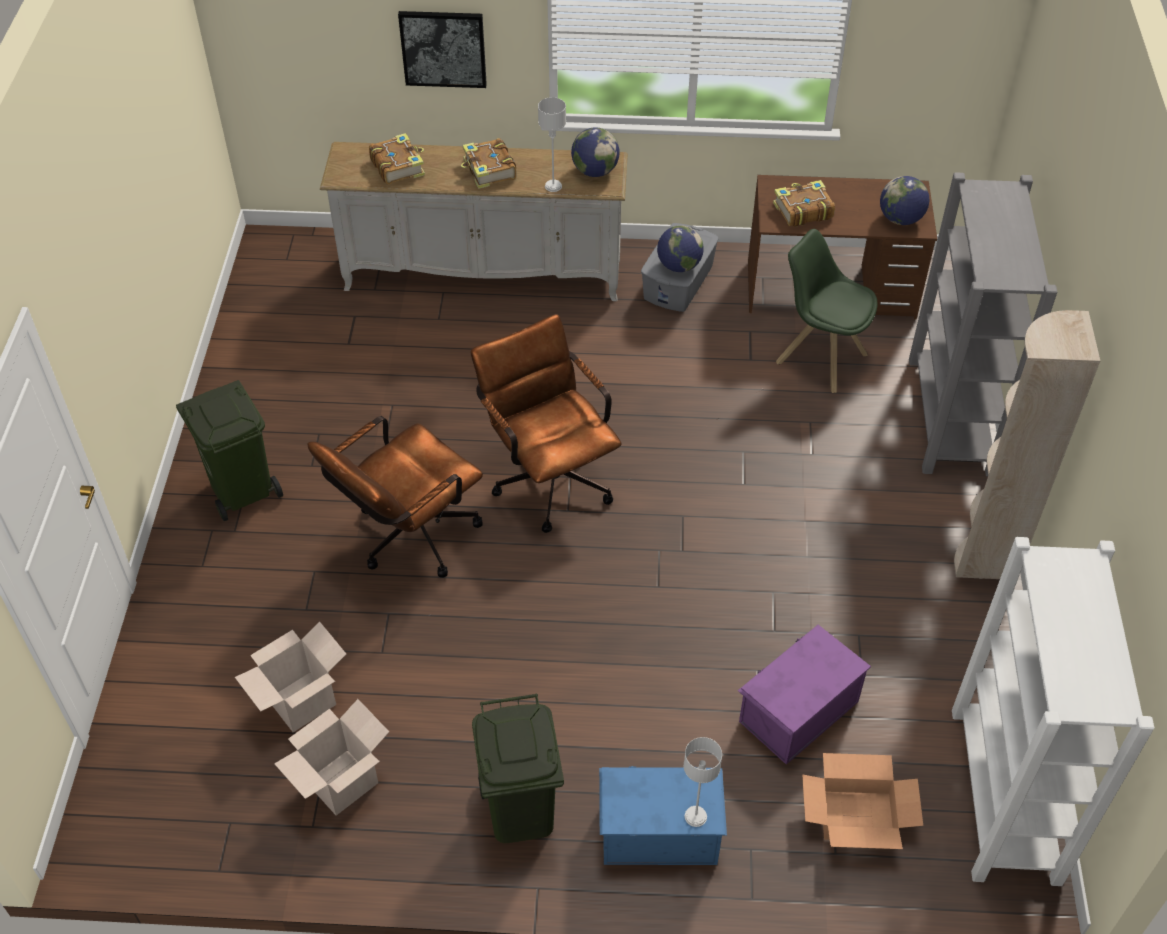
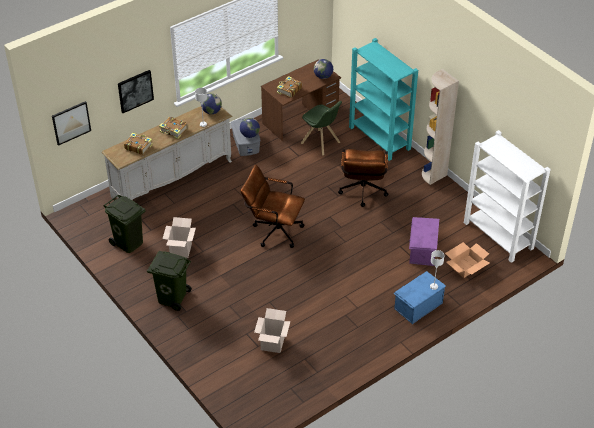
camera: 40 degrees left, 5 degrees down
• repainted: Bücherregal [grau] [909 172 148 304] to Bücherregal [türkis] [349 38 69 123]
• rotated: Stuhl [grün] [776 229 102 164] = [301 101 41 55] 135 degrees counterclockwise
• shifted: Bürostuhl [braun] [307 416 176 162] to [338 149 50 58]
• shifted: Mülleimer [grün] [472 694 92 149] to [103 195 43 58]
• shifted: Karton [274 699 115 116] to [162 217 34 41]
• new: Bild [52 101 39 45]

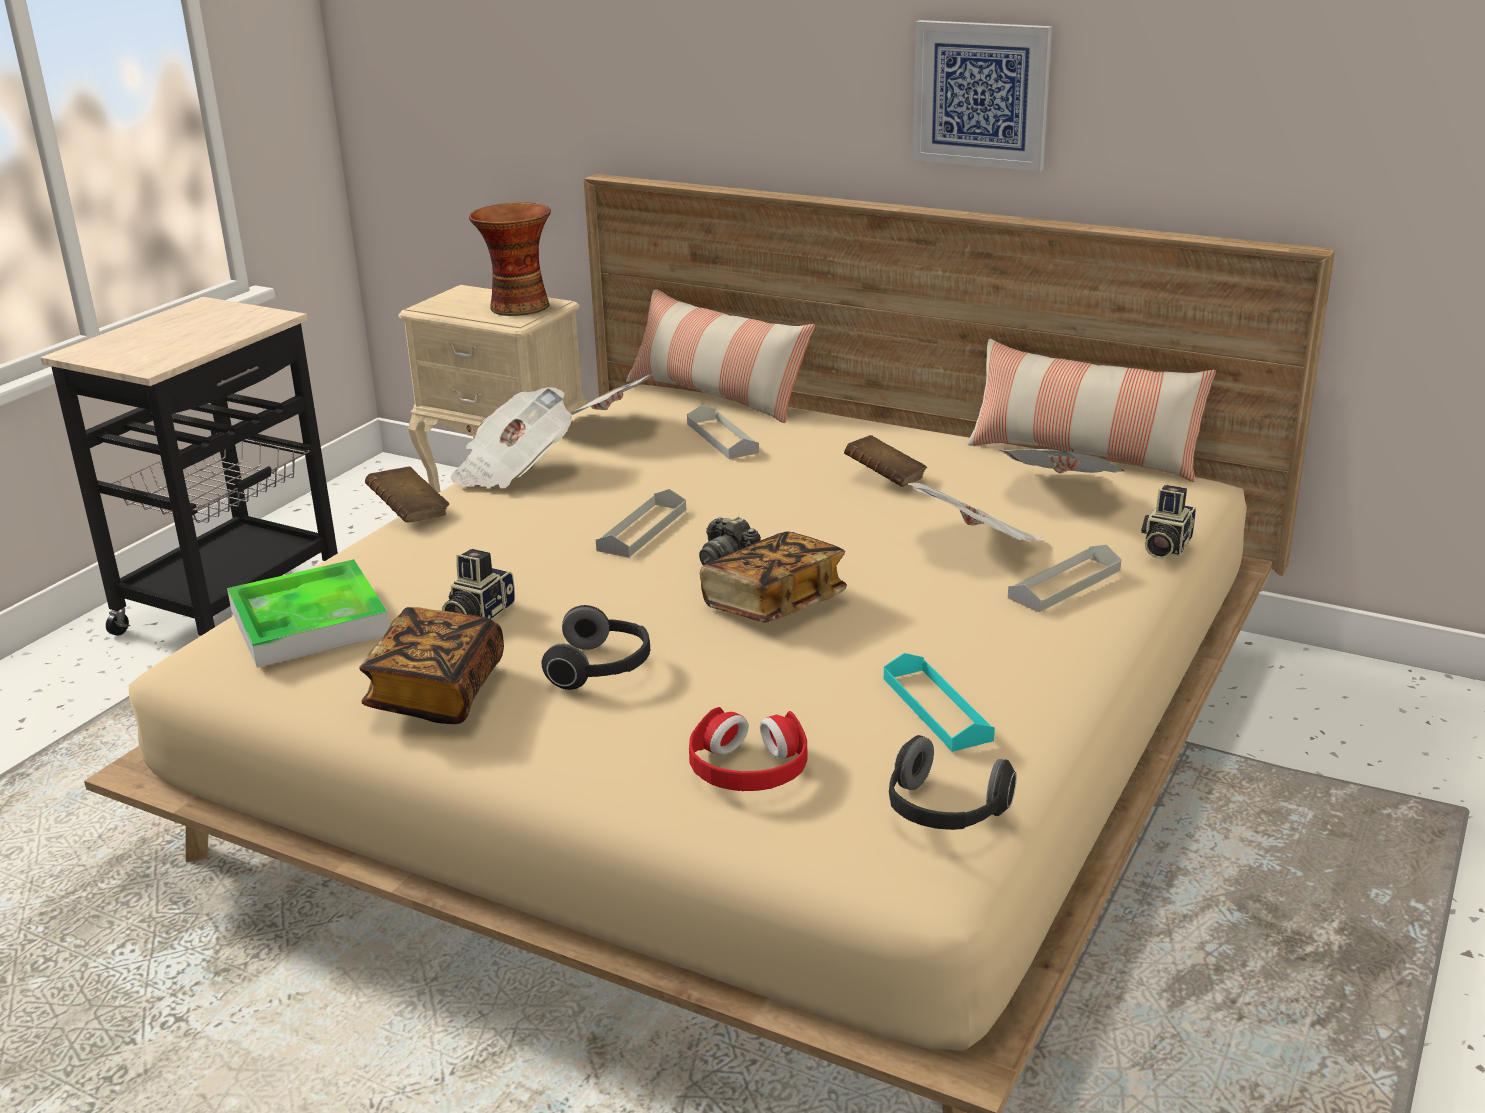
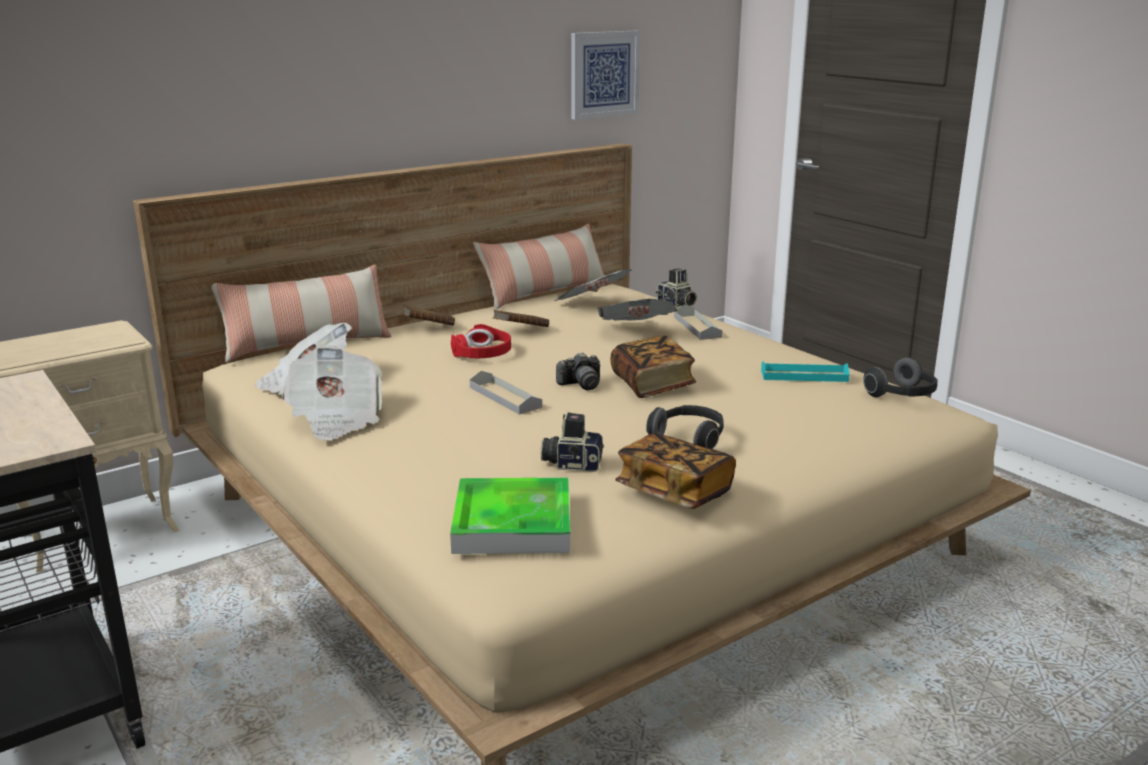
camera: 65 degrees left, 5 degrees down
• shifted: Bild [913 20 139 151] to [571 31 69 89]
• gone: Vase [469 202 82 114]
• gone: Tablett [grau] [687 405 72 54]
• shifted: Buch [braun] [365 466 84 56] to [402 306 53 20]
• rotated: Kamera [442 549 73 71] = [541 411 63 61] 135 degrees clockwise
• shifted: Kopfhörer [rot] [689 707 118 84] to [451 324 60 35]

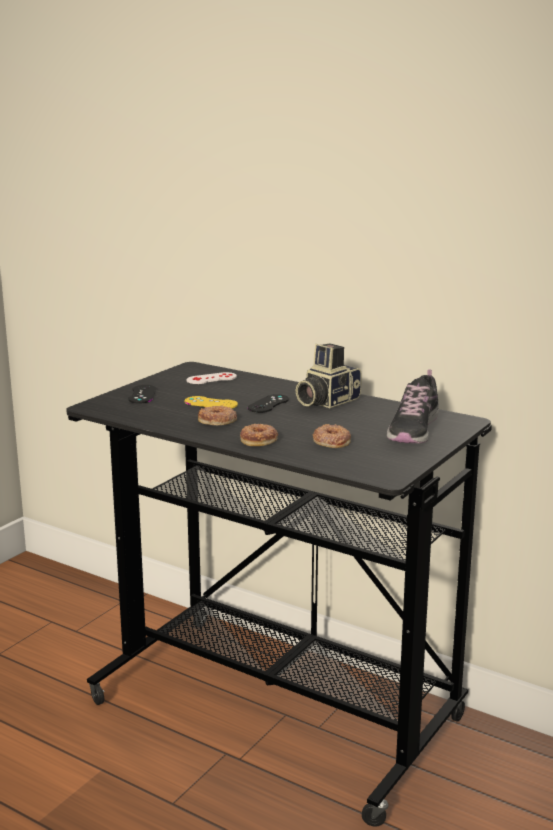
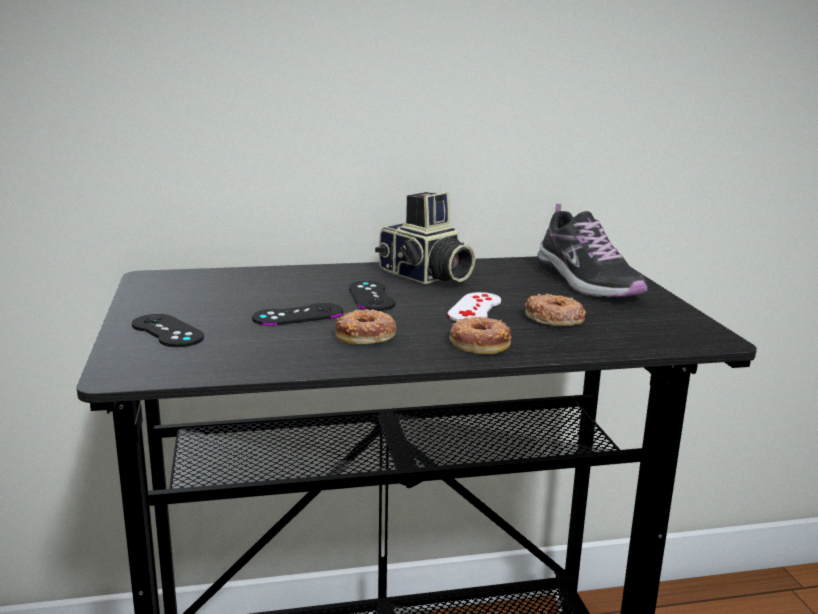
camera: 45 degrees left, 0 degrees up
• rotated: Kamera [296 344 65 64] = [375 192 101 92] 45 degrees counterclockwise
• shifted: Gamepad [weiß] [187 372 50 12] to [447 292 54 29]
• repainted: Gamepad [gelb] [185 396 53 13] to Gamepad [schwarz] [252 303 91 23]

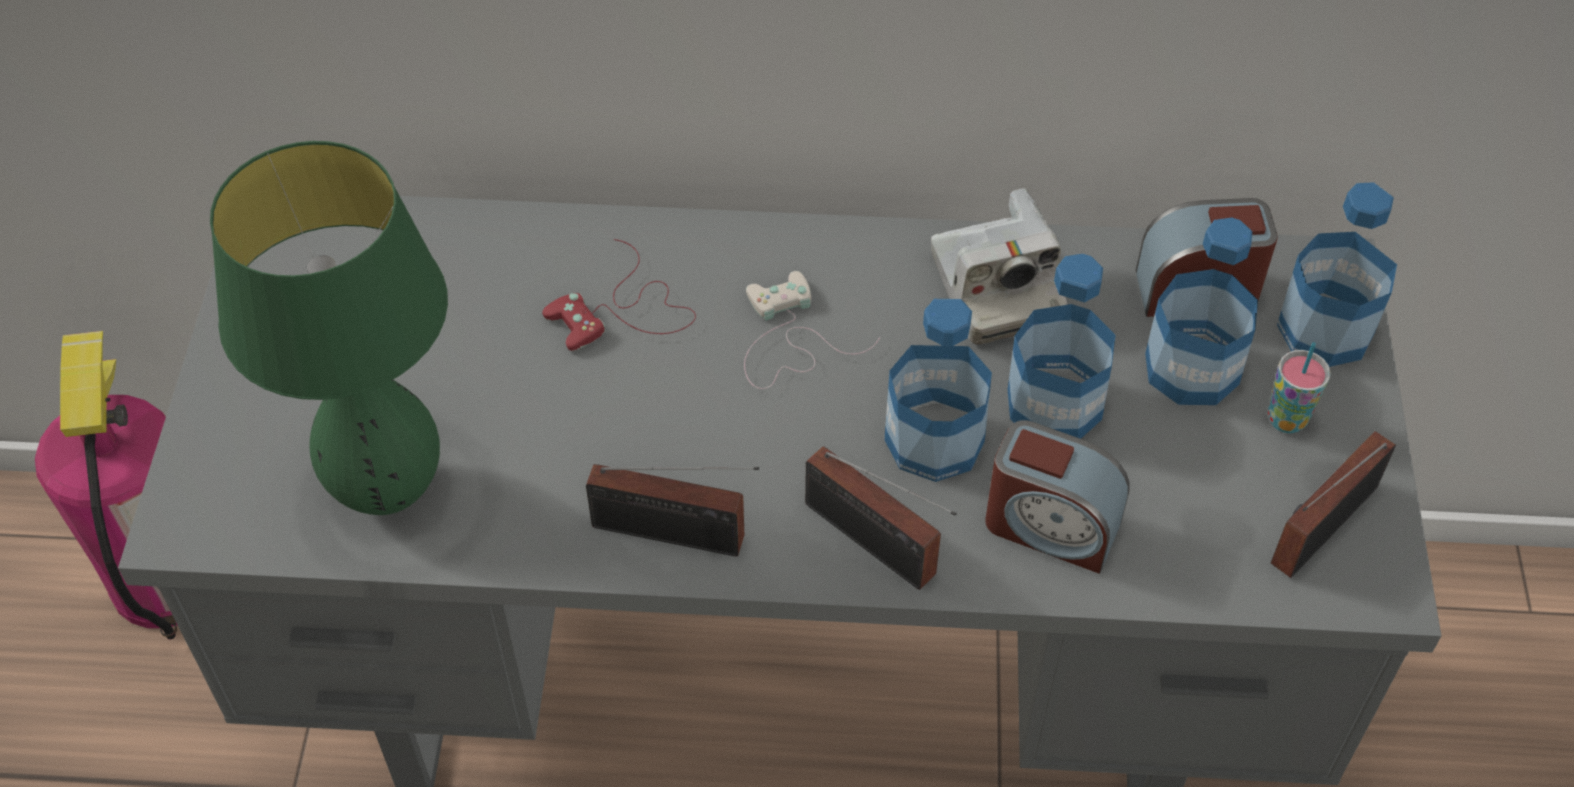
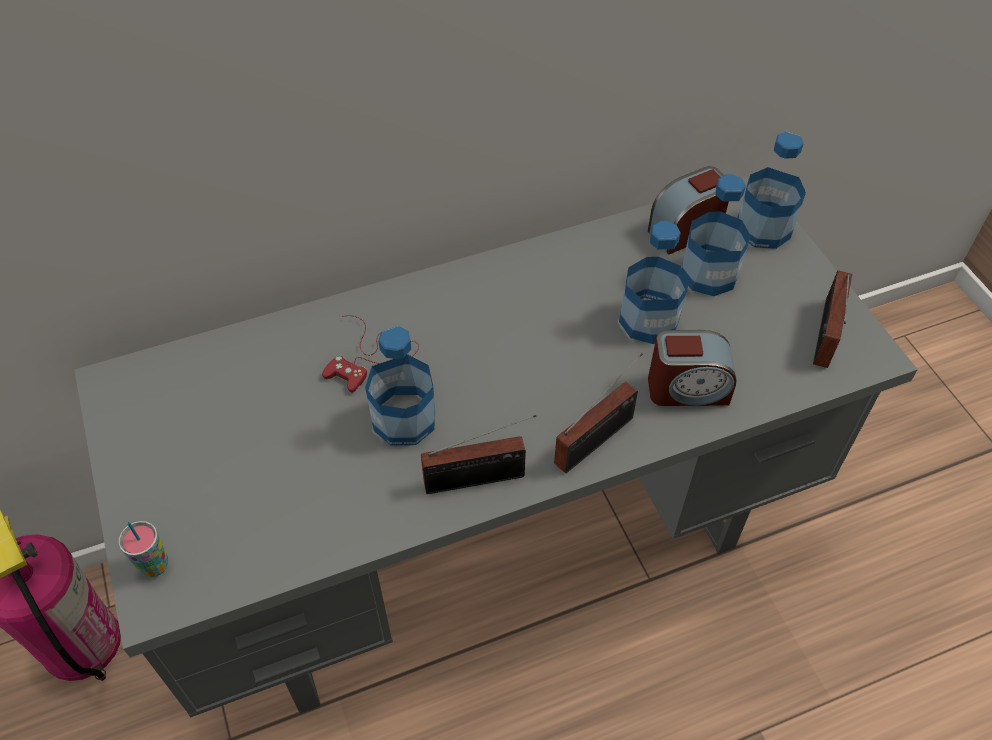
camera: 25 degrees left, 0 degrees up
• gone: Tischlampe [grün] [210 141 238 374]
• gone: Kamera [931 188 136 157]
• gone: Gamepad [weiß] [744 271 136 118]
• shifted: Flasche [884 299 108 183] to [365 326 70 119]
• shifted: Tasse [1268 342 63 91] to [119 521 50 56]
• rotated: Radio [805 446 152 144] = [554 353 89 121] 60 degrees counterclockwise

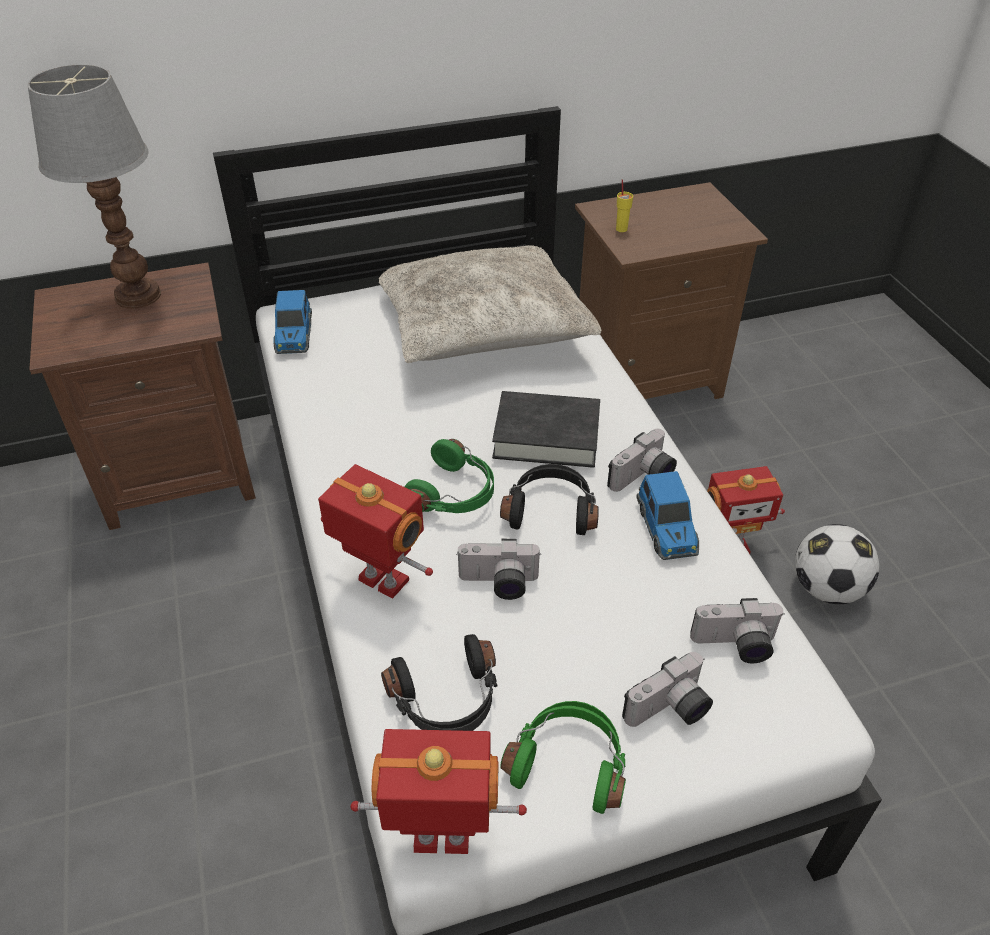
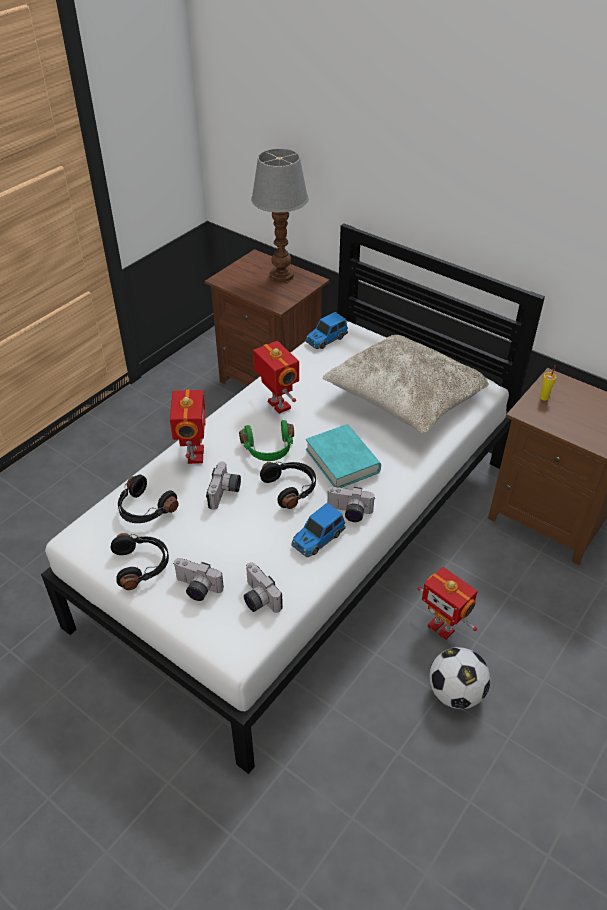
camera: 55 degrees right, 0 degrees up
• repainted: Buch [schwarz] [492 391 108 77] to Buch [türkis] [306 424 75 64]
• rotated: Kamera [456 539 84 61] = [206 461 35 49] 135 degrees counterclockwise
• repainted: Kopfhörer [grün] [500 701 126 113] to Kopfhörer [schwarz] [111 533 58 57]
• shifted: Spielzeugroboter [350 729 177 125] to [253 341 46 73]

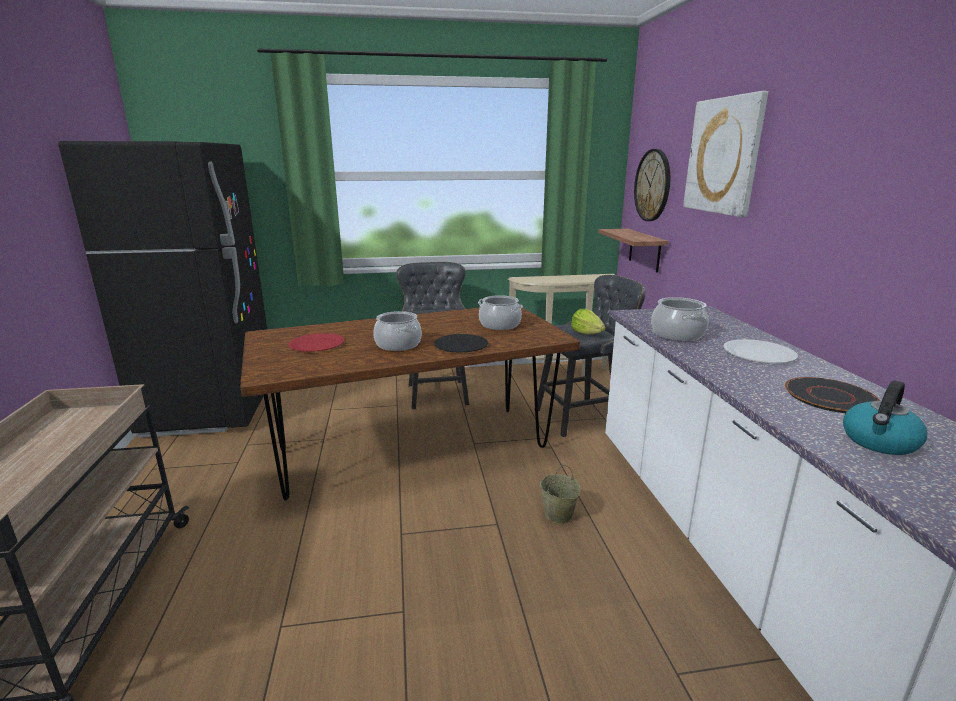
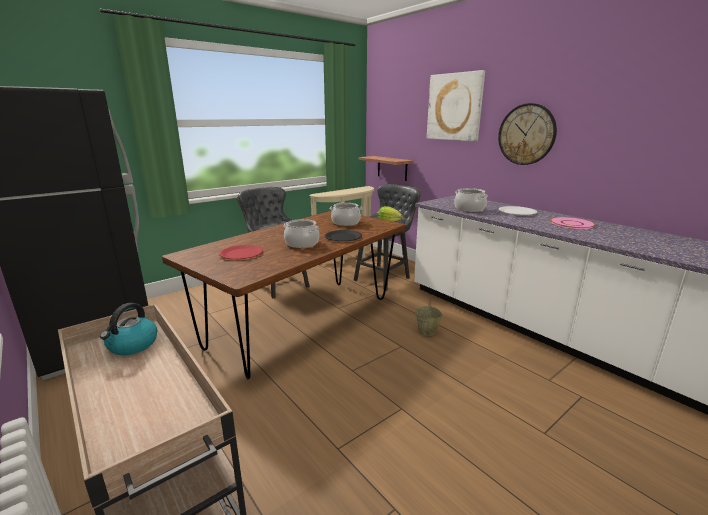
camera: 30 degrees left, 0 degrees up
• shifted: Wanduhr [634 149 36 72] to [498 103 59 62]
• repainted: Teller [schwarz] [785 377 95 36] to Teller [rosa] [550 217 46 12]
• shifted: Wasserkessel [843 380 84 75] to [100 303 57 52]

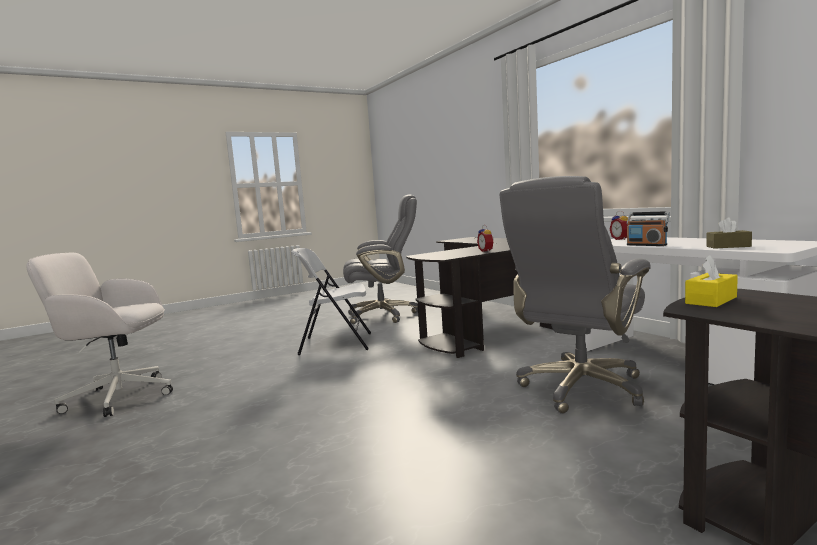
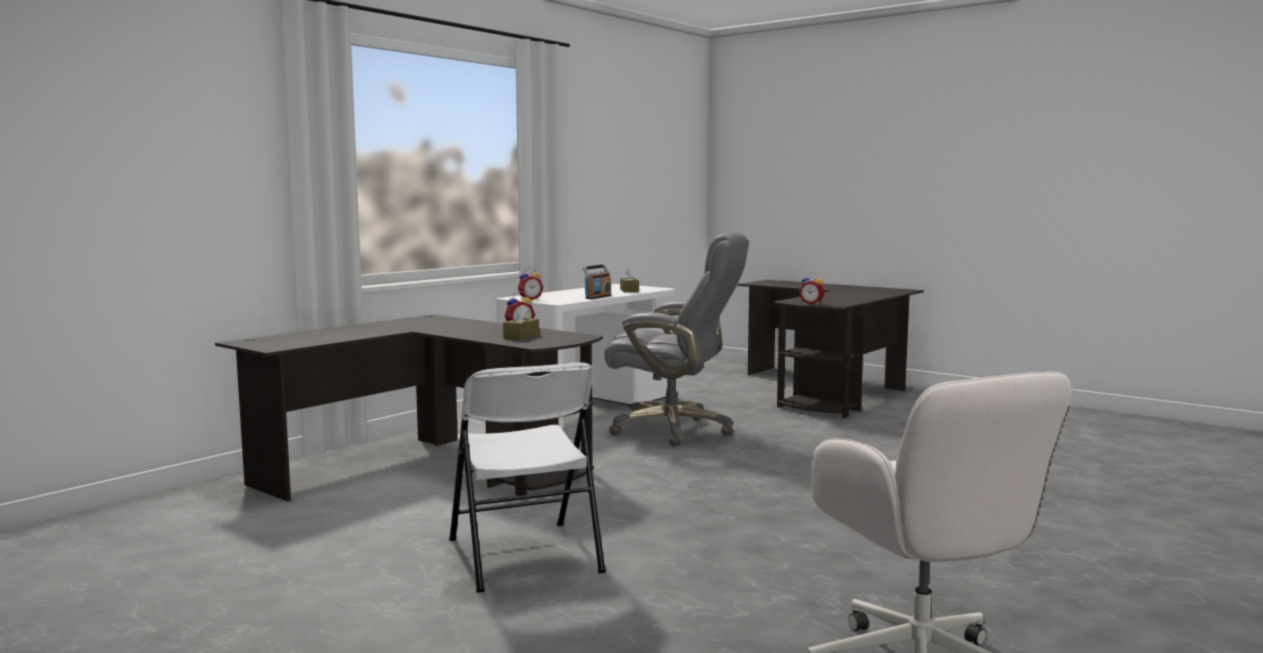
camera: 110 degrees left, 0 degrees up
• gone: Bürostuhl [grau] [343 194 75 130]
• swapped: Taschentuchbox [gelb] [685 255 53 52] to Wecker [799 273 26 32]
• new: Taschentuchbox [braun] [503 305 36 35]

